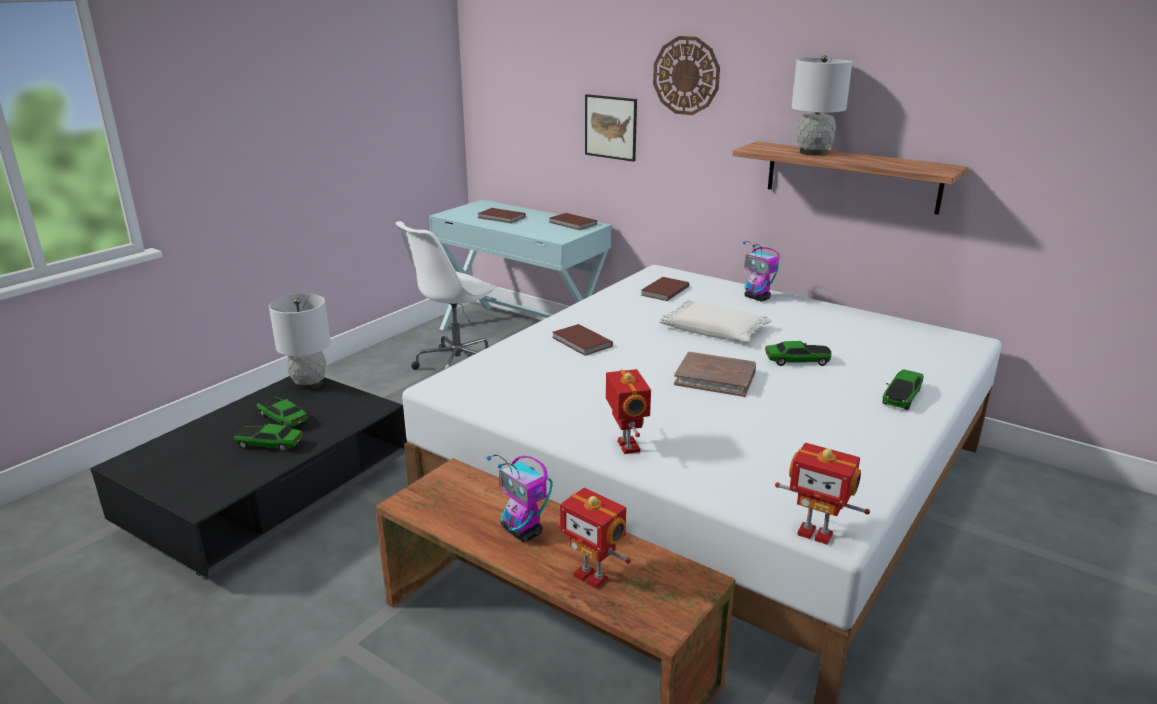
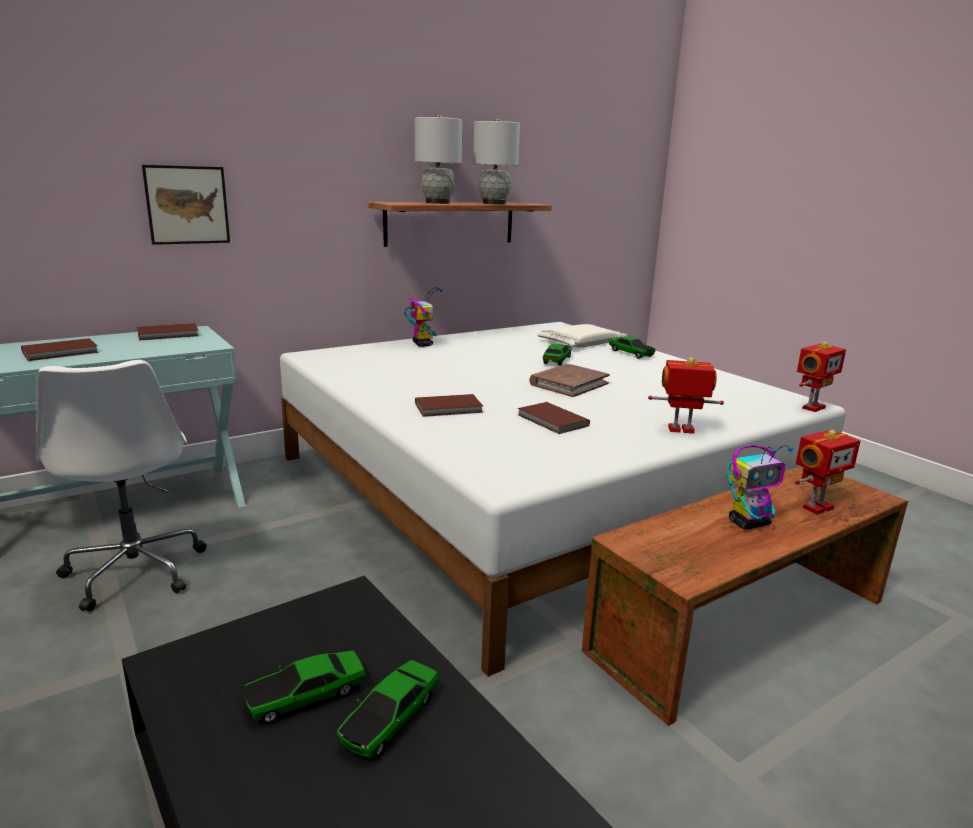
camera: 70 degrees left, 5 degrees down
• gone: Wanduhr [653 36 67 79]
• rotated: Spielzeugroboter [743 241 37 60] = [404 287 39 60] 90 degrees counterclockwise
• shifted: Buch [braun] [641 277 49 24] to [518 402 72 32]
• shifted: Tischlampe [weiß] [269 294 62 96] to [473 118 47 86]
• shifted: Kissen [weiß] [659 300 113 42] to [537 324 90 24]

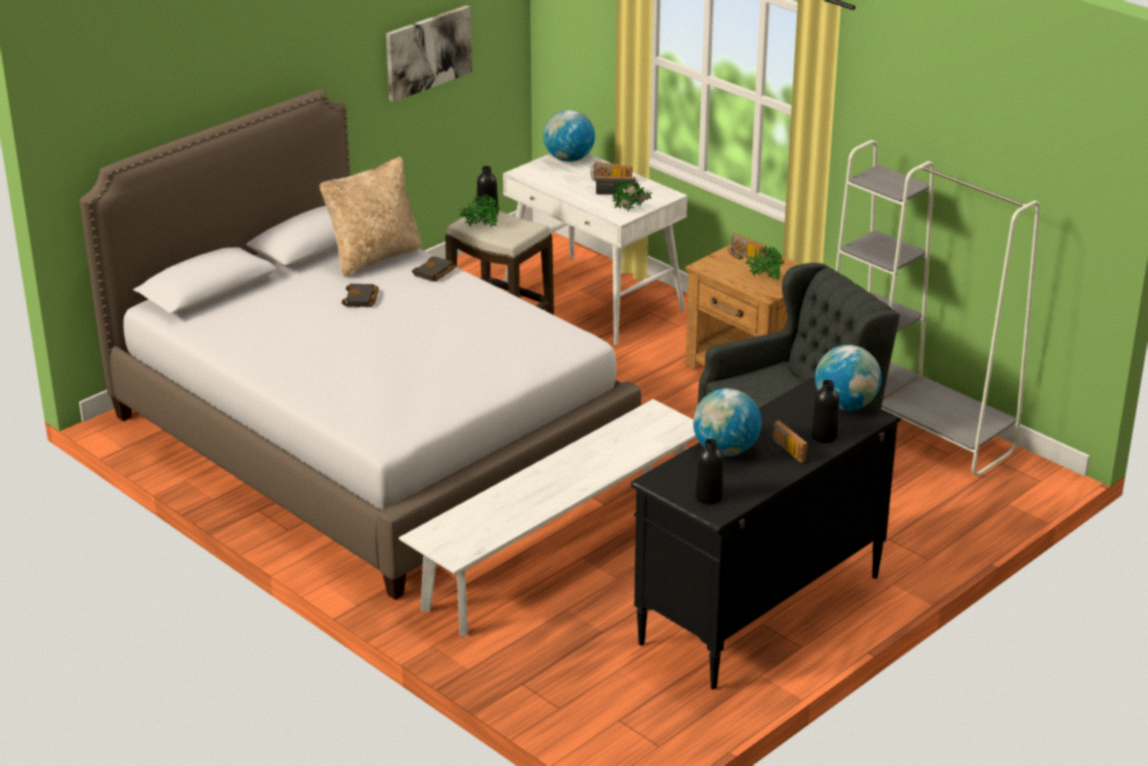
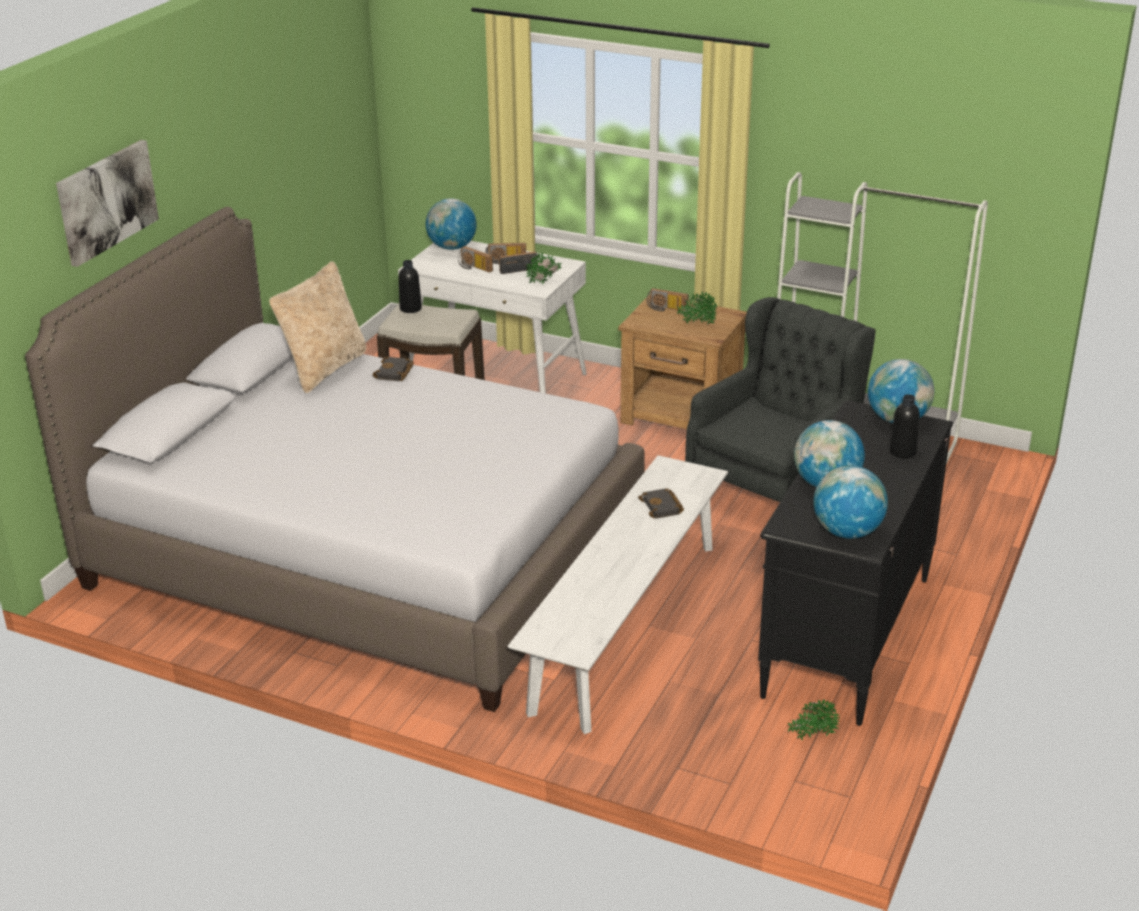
camera: 20 degrees left, 0 degrees up
• shifted: Bild [386 5 86 97] to [56 140 103 127]
• shifted: Topfpflanze [459 194 41 33] to [788 699 52 42]
• shifted: Buch [schwarz] [341 283 38 24] to [638 488 46 31]
• shifted: Radio [768 420 40 43] to [458 246 35 27]
• swapped: Flasche [schwarz] [695 439 28 65] to Globus [813 465 75 74]

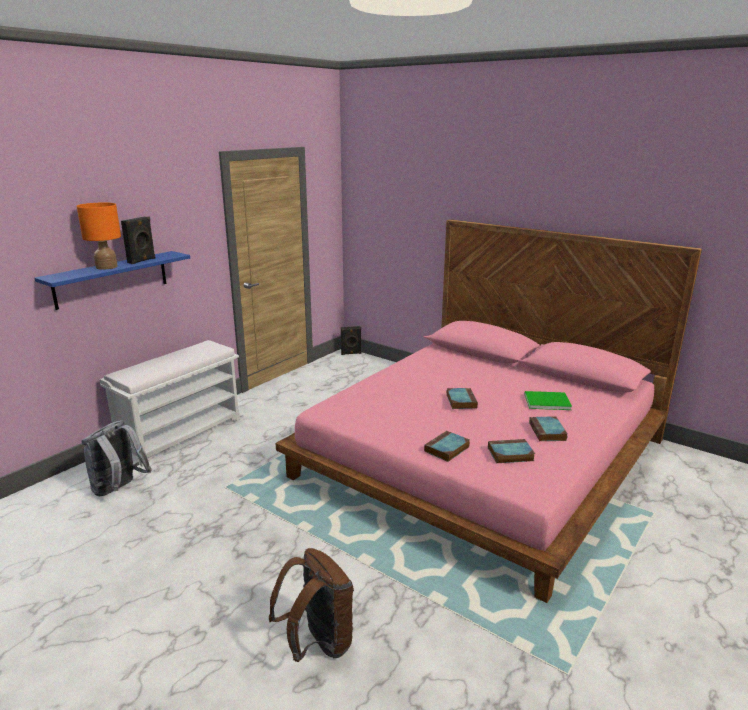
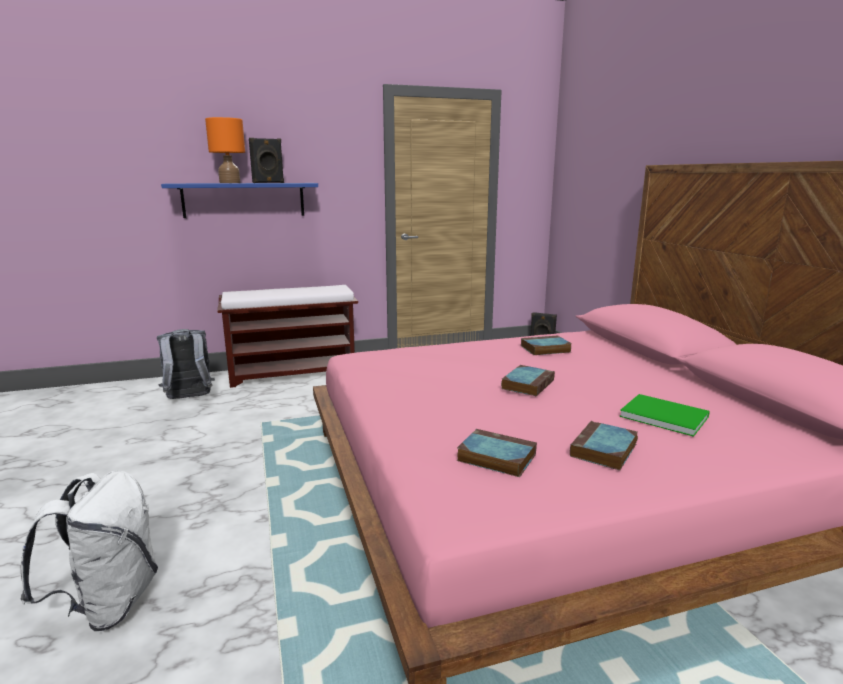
camera: 35 degrees right, 5 degrees down
• repainted: Bank [weiß] [100 340 140 127] to Bank [braun] [217 285 141 103]
• shifted: Buch [424 431 46 31] to [521 336 51 19]
• repainted: Rucksack [braun] [269 548 85 114] to Rucksack [weiß] [20 471 138 161]

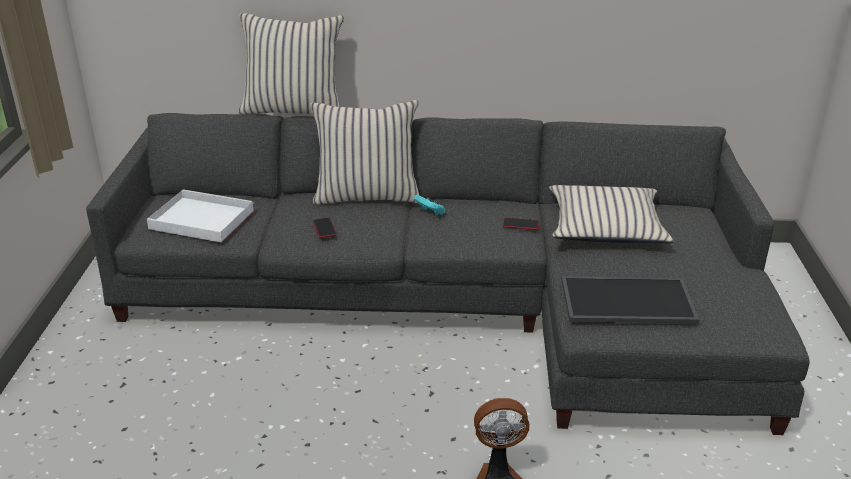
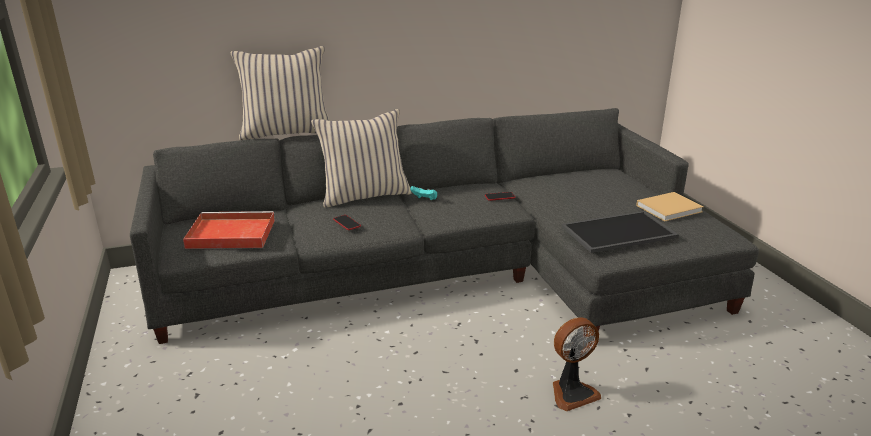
camera: 20 degrees left, 5 degrees down
• gone: Kissen [beige] [549 185 125 58]
• repainted: Tablett [weiß] [147 189 107 54] to Tablett [rot] [183 211 92 38]
• new: Buch [beige] [636 192 68 29]

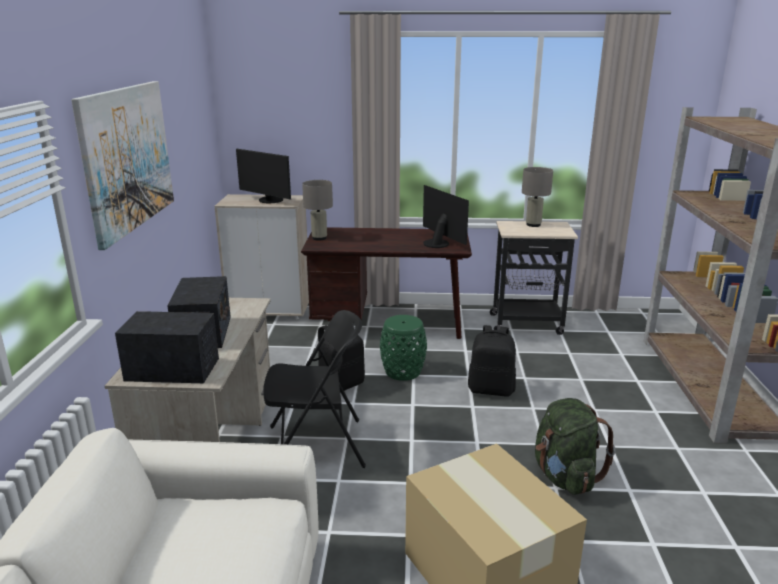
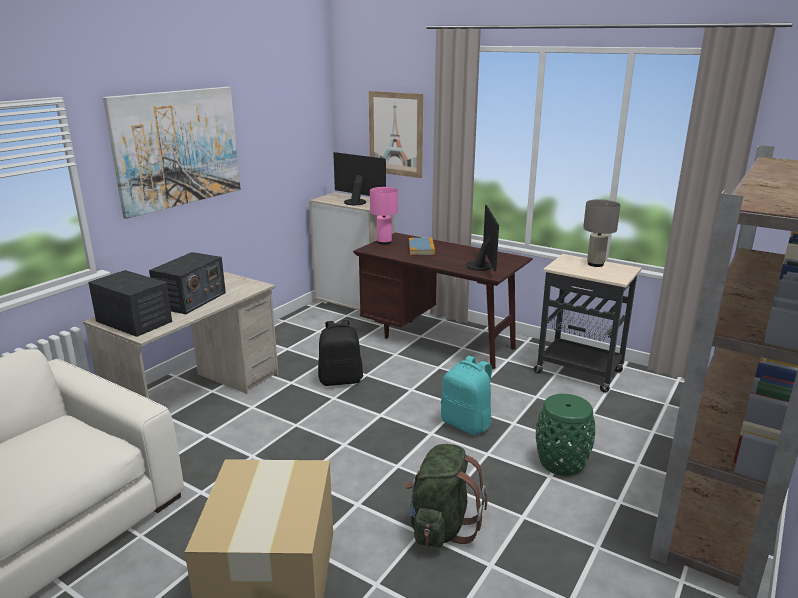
camera: 30 degrees right, 0 degrees up
• rotated: Monitor [236 148 55 55] = [333 152 53 53] 150 degrees clockwise
• repainted: Tischlampe [grau] [302 180 31 60] to Tischlampe [rosa] [370 187 28 58]
• gone: Stuhl [schwarz] [263 310 103 158]
• shifted: Hocker [grün] [380 315 47 66] to [536 394 59 82]
• repainted: Rucksack [schwarz] [468 325 48 72] to Rucksack [türkis] [441 356 51 79]
• new: Bild [369 91 54 87]
• new: Buch [409 238 26 17]

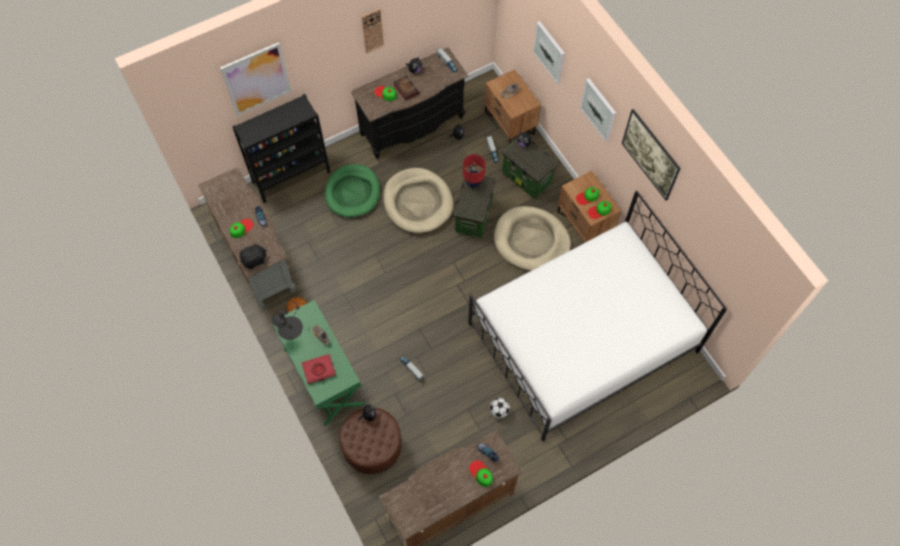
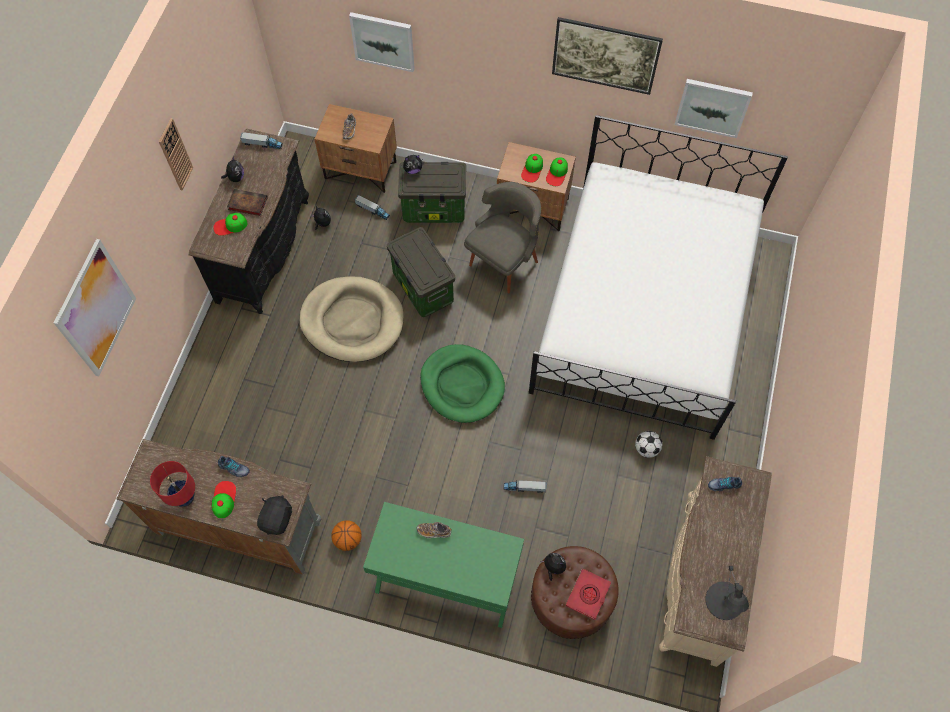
camera: 45 degrees left, 0 degrees up
• shifted: Bild [580 78 36 64] to [675 79 78 59]
• gone: Bücherregal [schwarz] [232 94 98 109]
• shifted: Tischlampe [rot] [463 154 23 35] to [150 461 45 46]
• shifted: Hundebett [grün] [325 164 55 54] to [420 344 85 79]
• swapped: Hundebett [beige] [494 206 77 65] to Stuhl [grau] [464 182 77 111]
• shifted: Tischlampe [schwarz] [272 306 31 34] to [706 566 43 54]
• shifted: Buch [rot] [302 354 34 30] to [566 569 45 51]
• gone: Kappe [469 460 24 27]

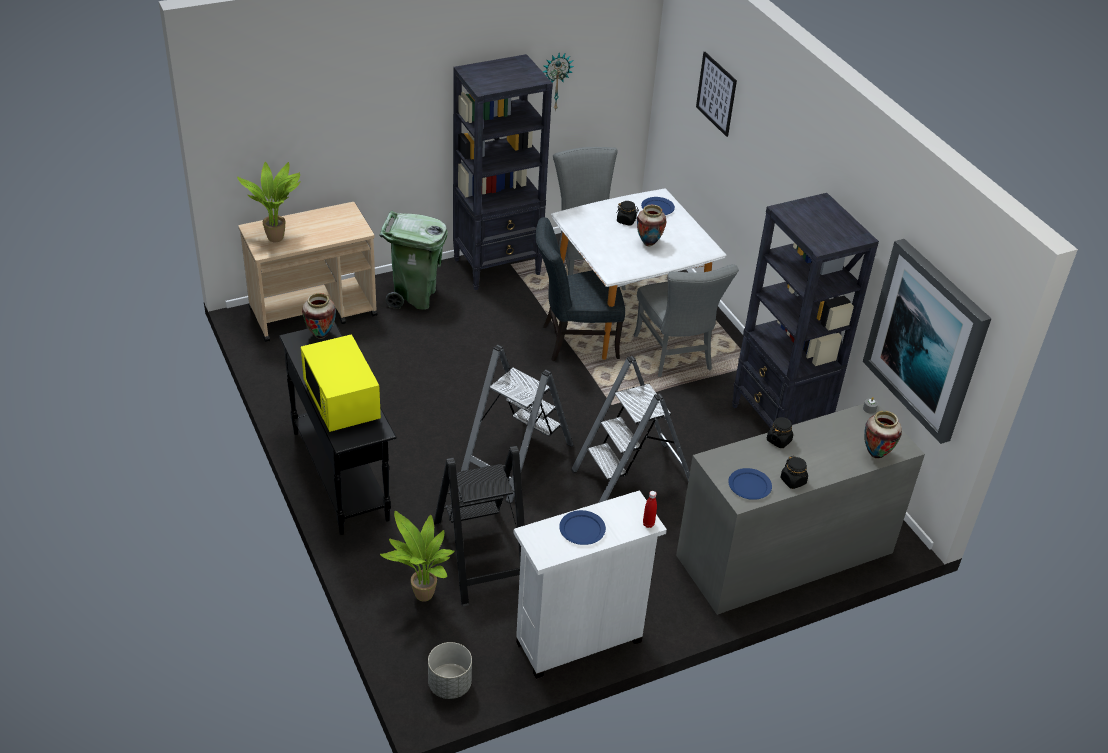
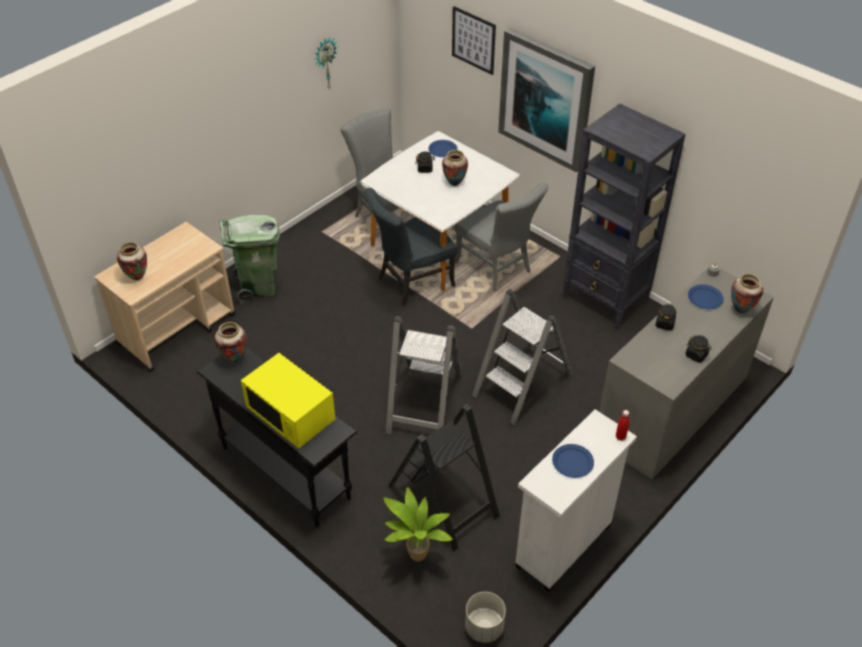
camera: 20 degrees left, 5 degrees up
• gone: Bücherregal [schwarz] [453 54 100 236]
• swapped: Topfpflanze [237 162 64 80] to Vase [117 242 30 38]
• shifted: Bild [863 239 128 205] to [498 28 97 144]
• shifted: Teller [blau] [728 468 44 32] to [688 284 36 25]

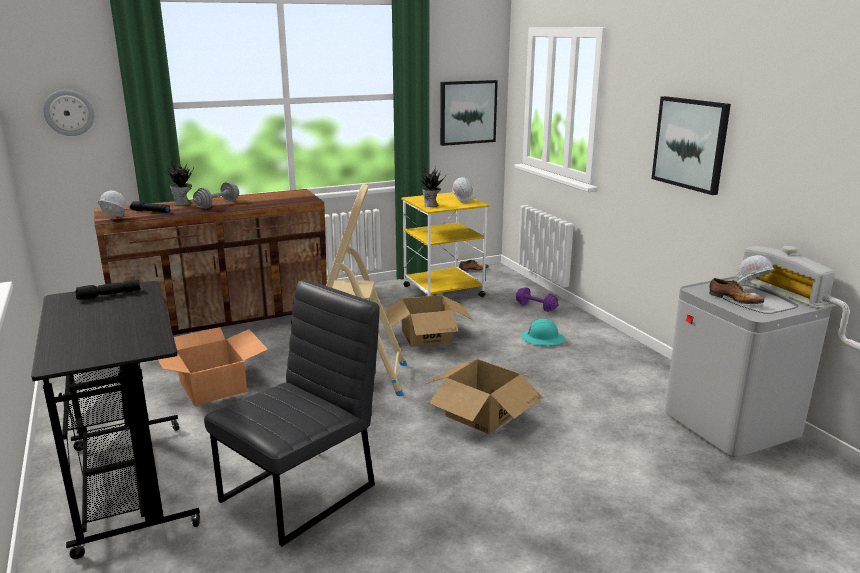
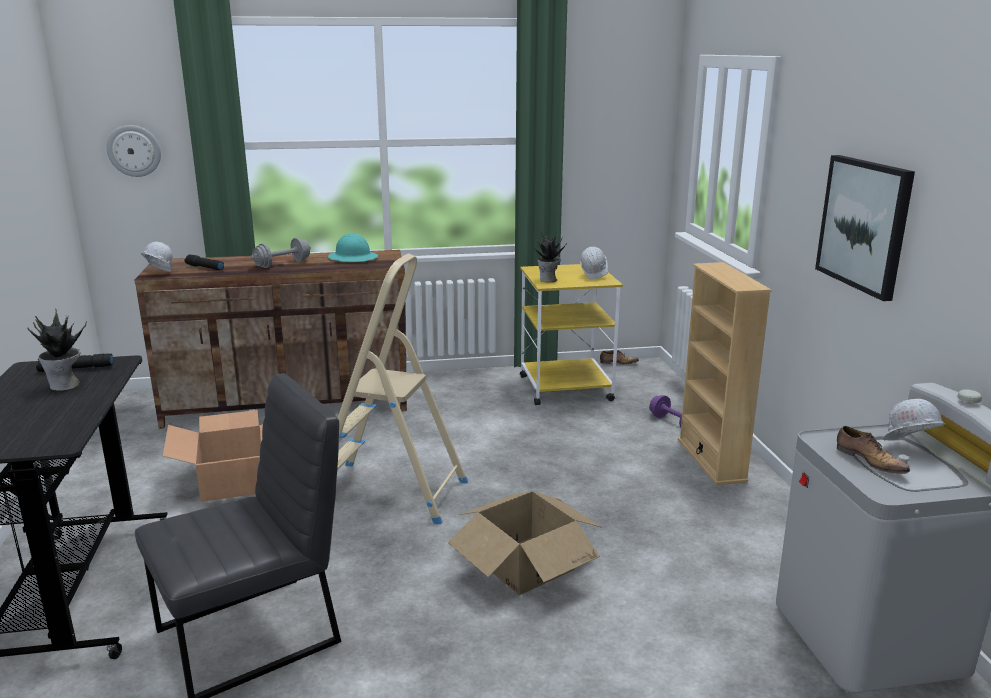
camera: 15 degrees right, 0 degrees up
• gone: Bild [440 80 58 66]
• shifted: Topfpflanze [163 160 31 46] to [28 308 59 83]
• gone: Karton [384 295 89 52]
• shifted: Schutzhelm [türkis] [521 319 44 27] to [328 234 50 28]
• new: Bücherregal [beige] [678 262 94 223]

